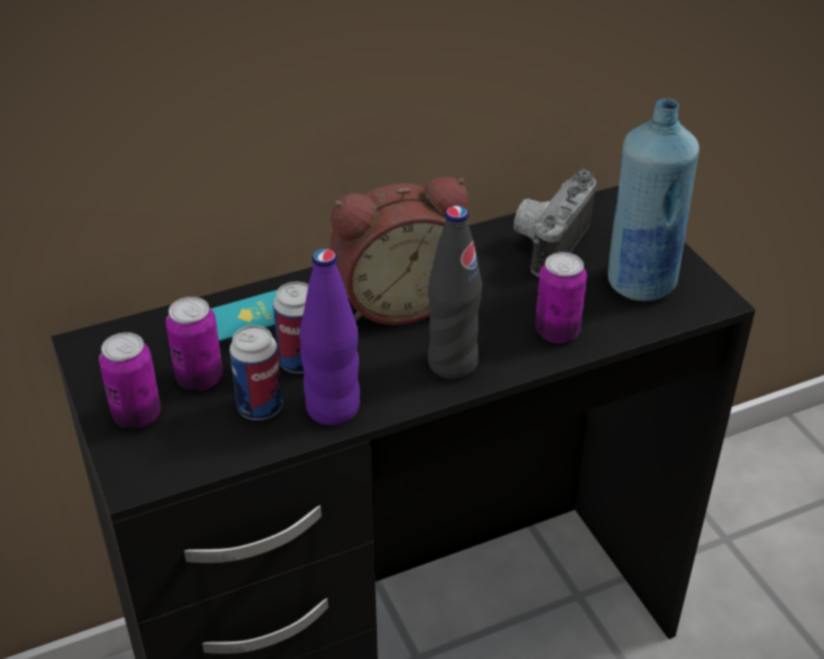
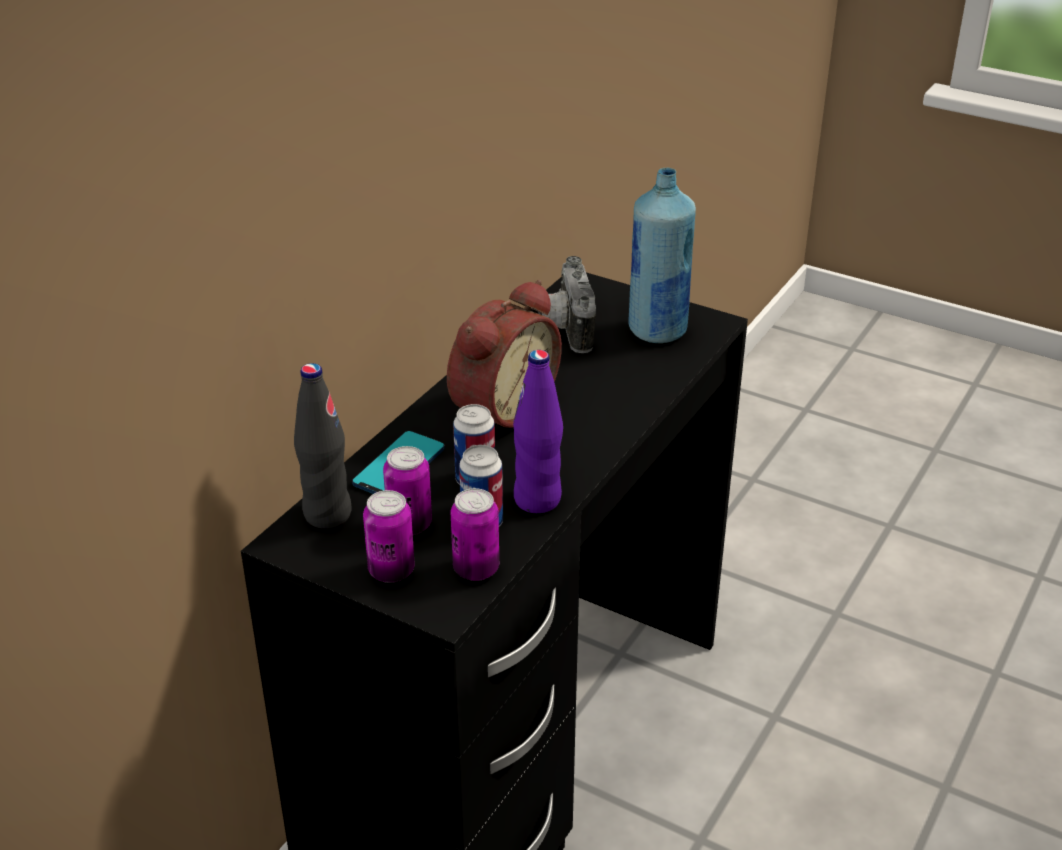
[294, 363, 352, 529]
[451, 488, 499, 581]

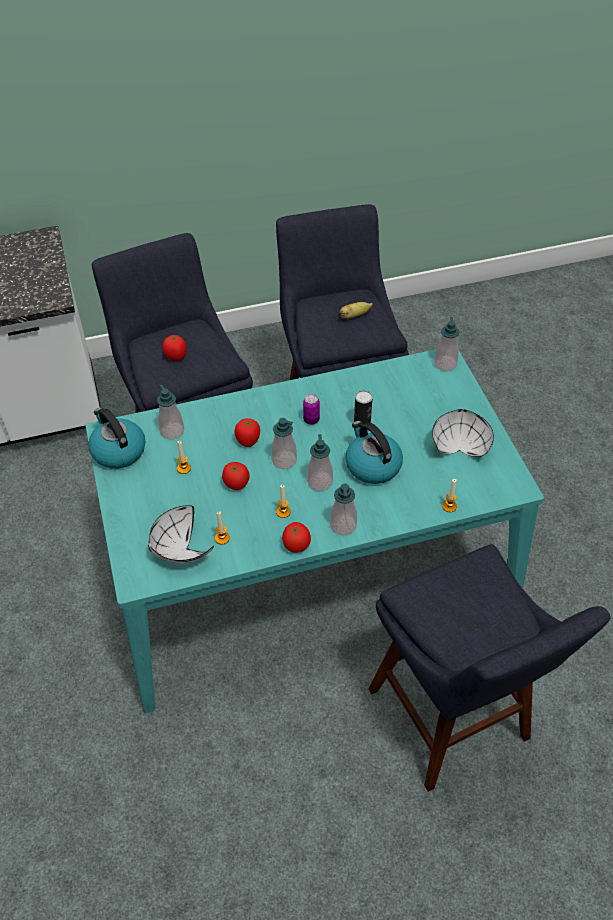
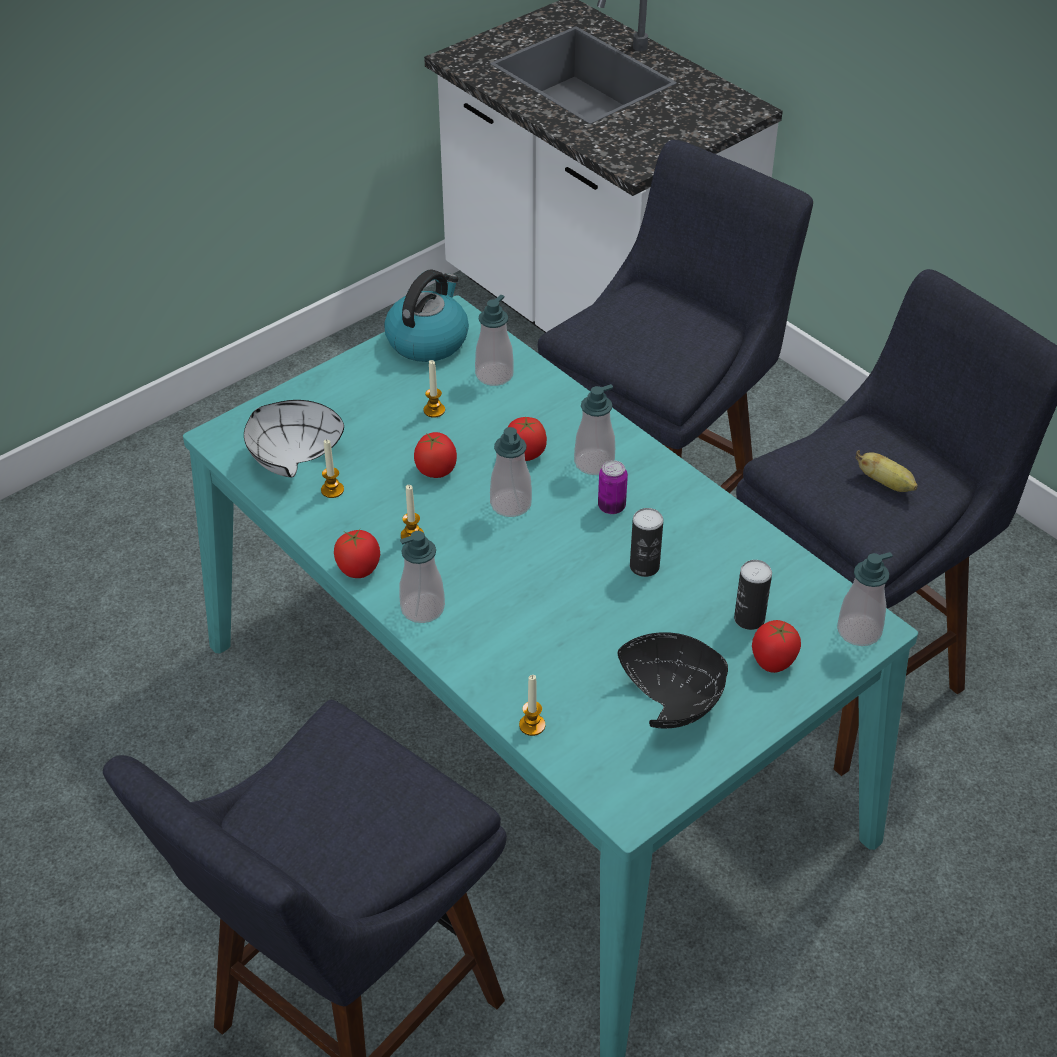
[752, 620, 801, 673]
[618, 632, 728, 728]
[346, 421, 403, 484] (first image)
[574, 384, 615, 475]
[734, 560, 772, 630]

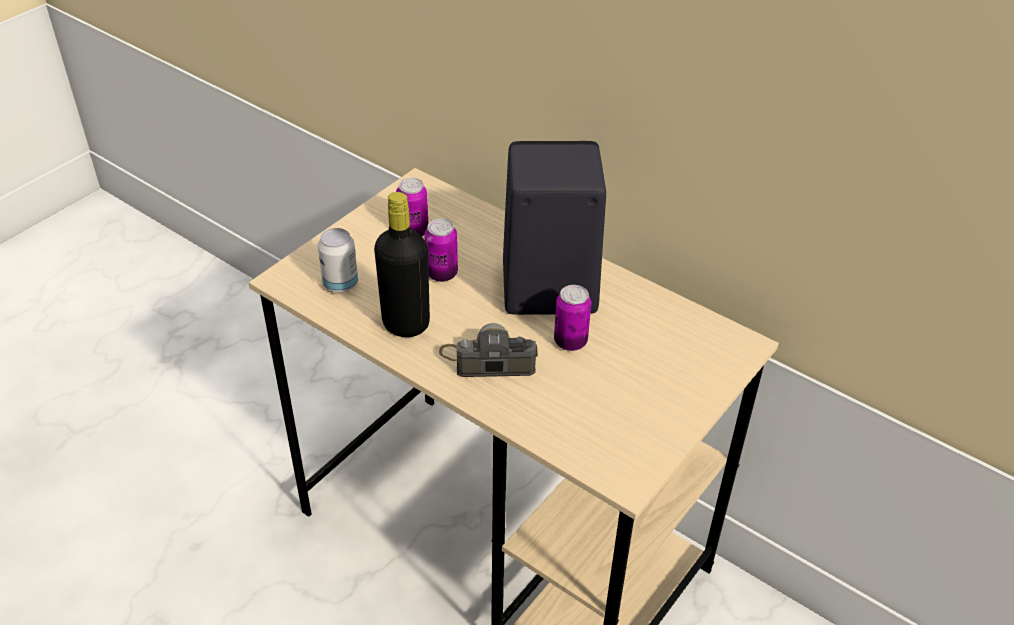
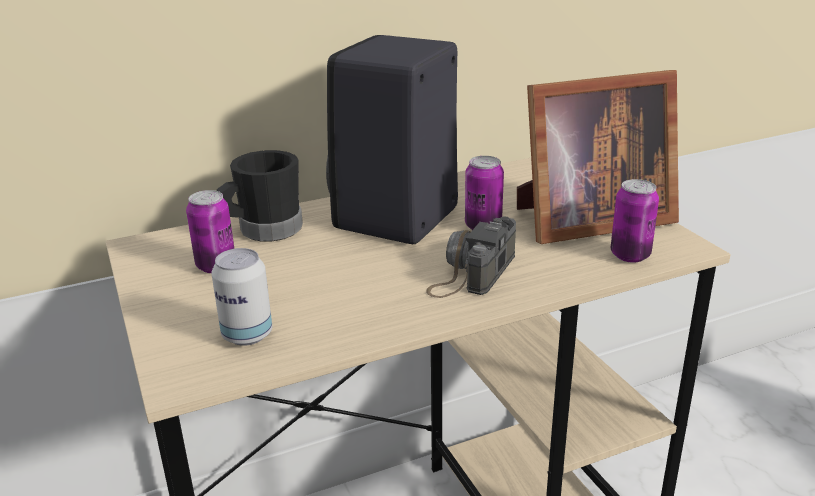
[374, 192, 430, 337] (first image)
[610, 179, 659, 263]
[517, 70, 679, 244]
[217, 150, 303, 242]

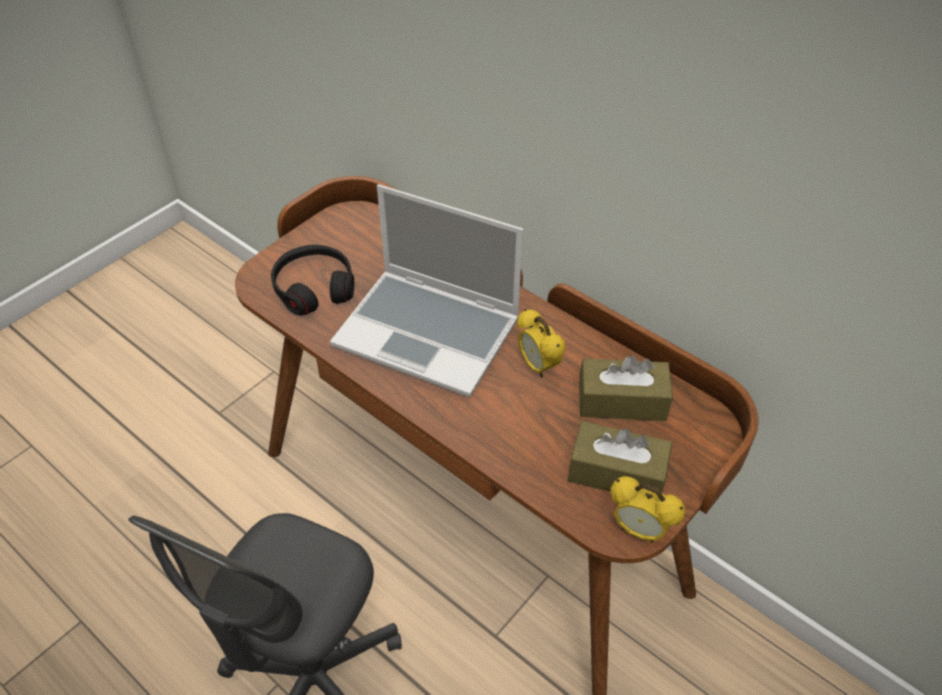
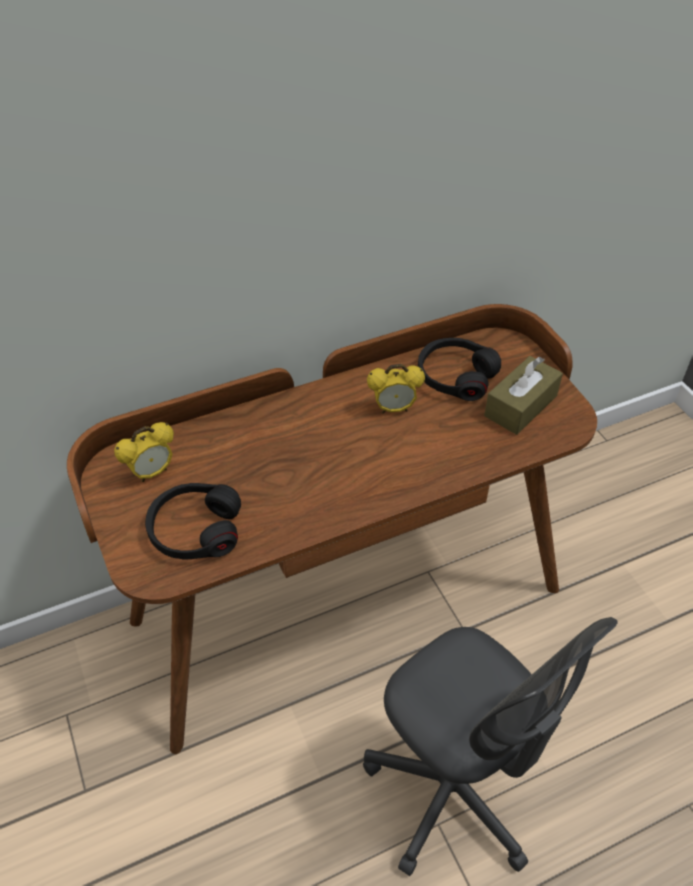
[330, 184, 523, 398] (first image)
[418, 338, 501, 401]
[114, 422, 174, 482]

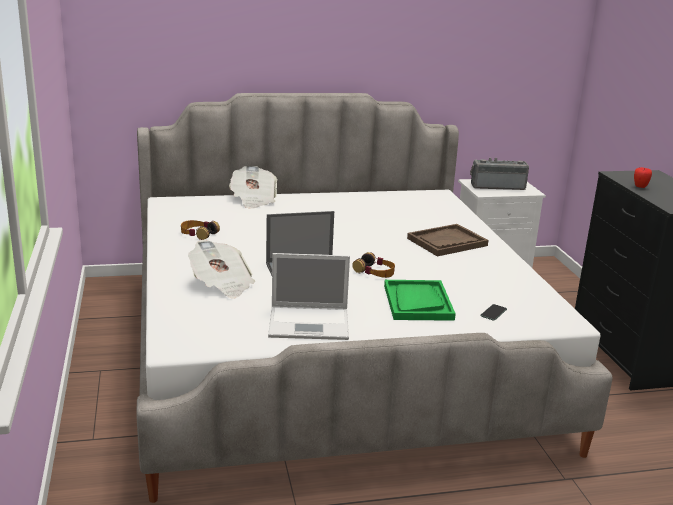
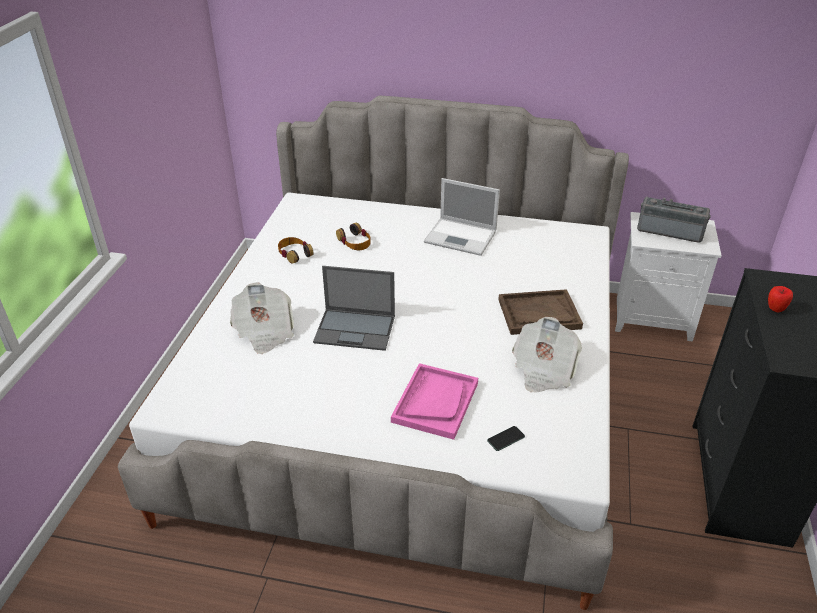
[512, 317, 582, 392]
[336, 223, 371, 250]
[424, 178, 500, 256]
[391, 363, 478, 440]

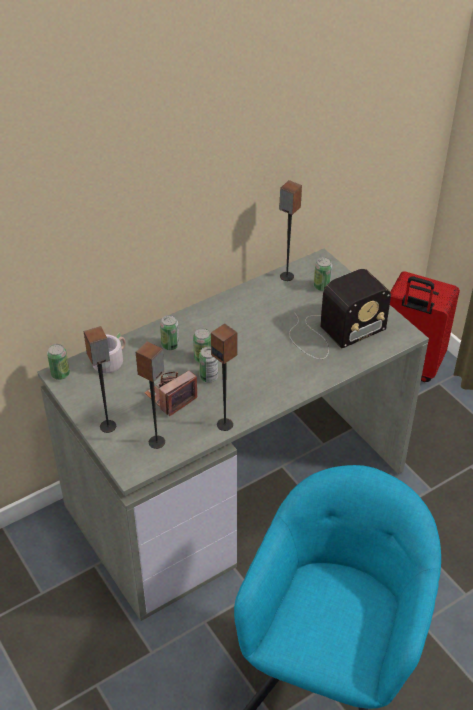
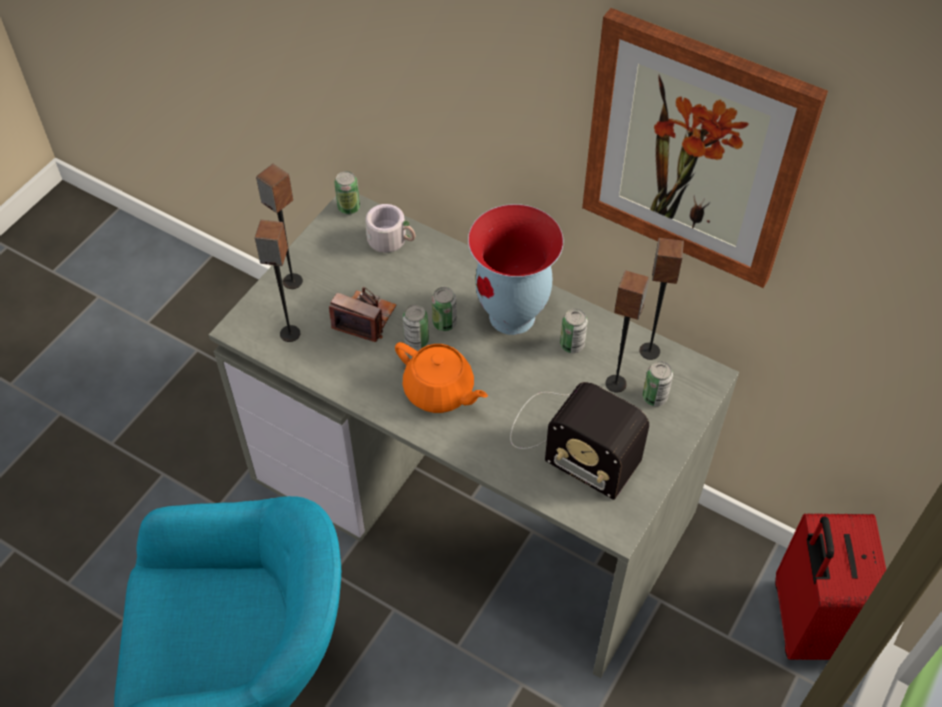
[560, 309, 588, 353]
[606, 270, 649, 393]
[582, 8, 828, 288]
[468, 204, 564, 335]
[395, 342, 488, 413]

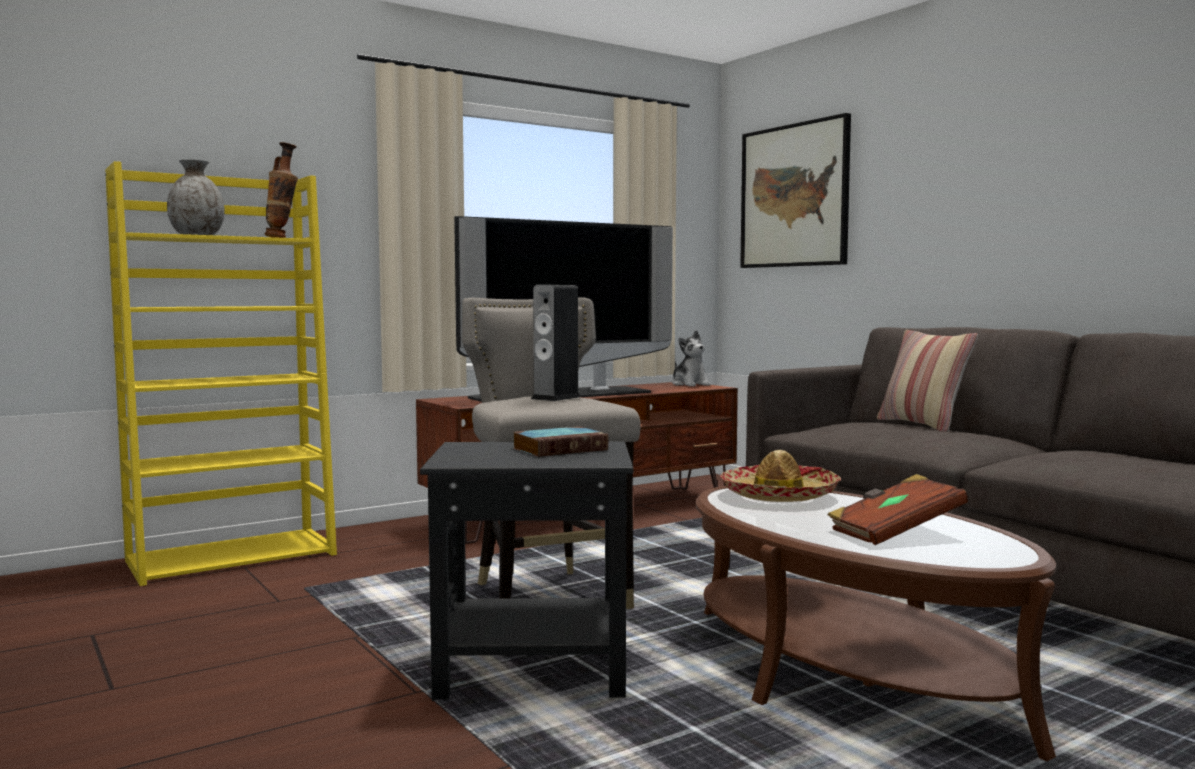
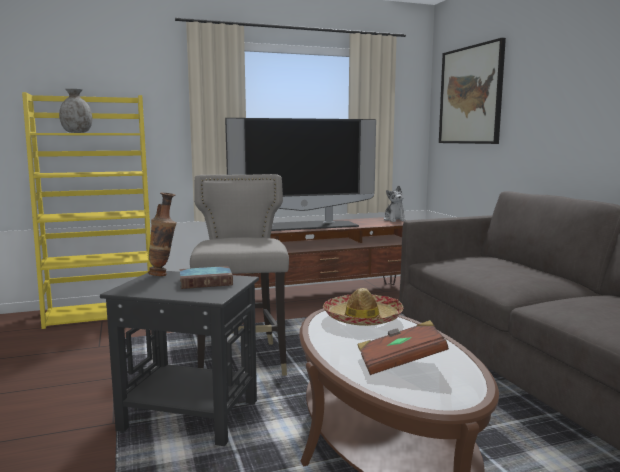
[148, 193, 177, 276]
[531, 285, 581, 401] (first image)
[877, 330, 978, 432] (first image)

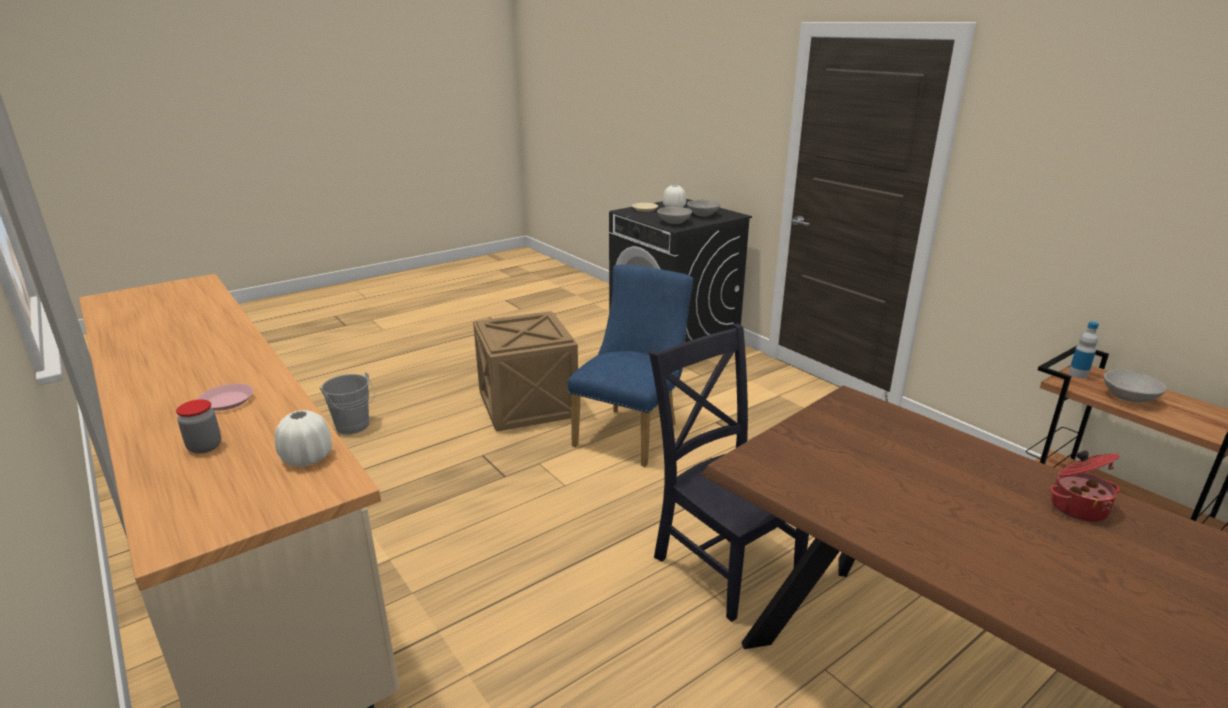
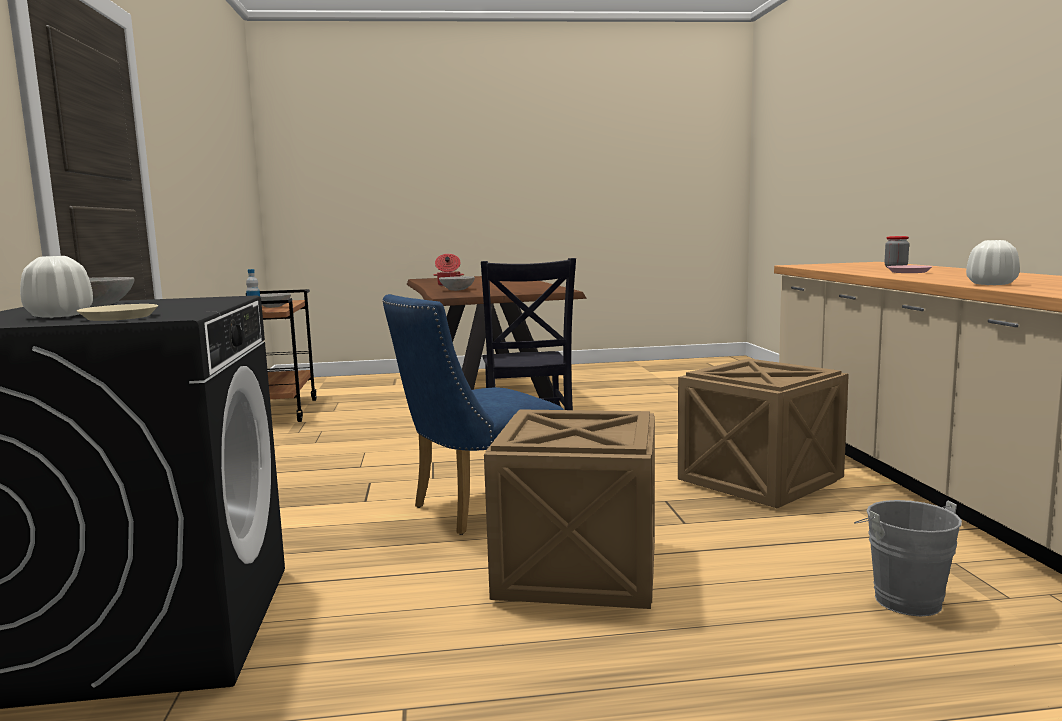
[439, 276, 475, 291]
[966, 240, 1020, 285]
[678, 358, 849, 508]

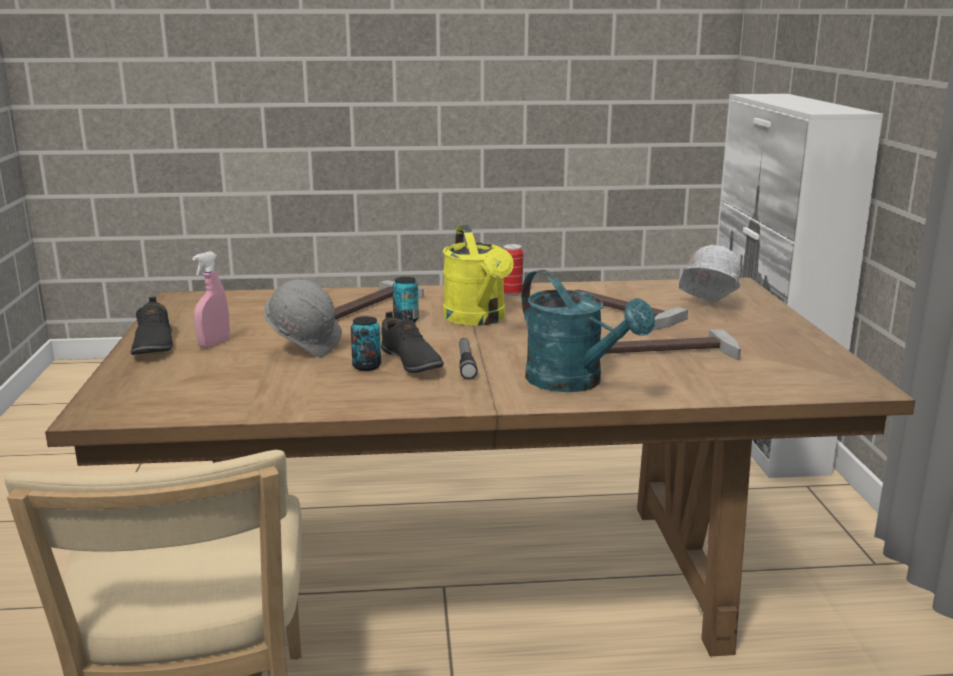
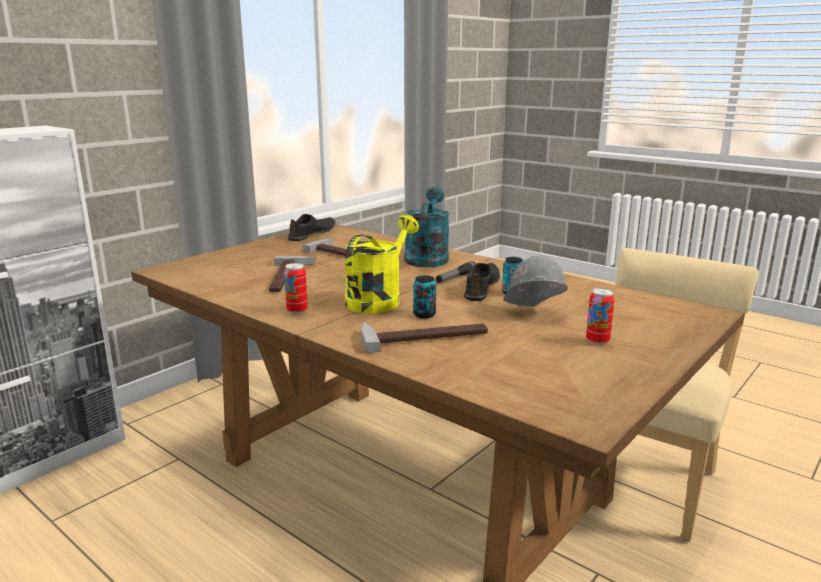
[679, 245, 741, 302] (first image)
[586, 288, 615, 345]
[288, 214, 335, 241]

